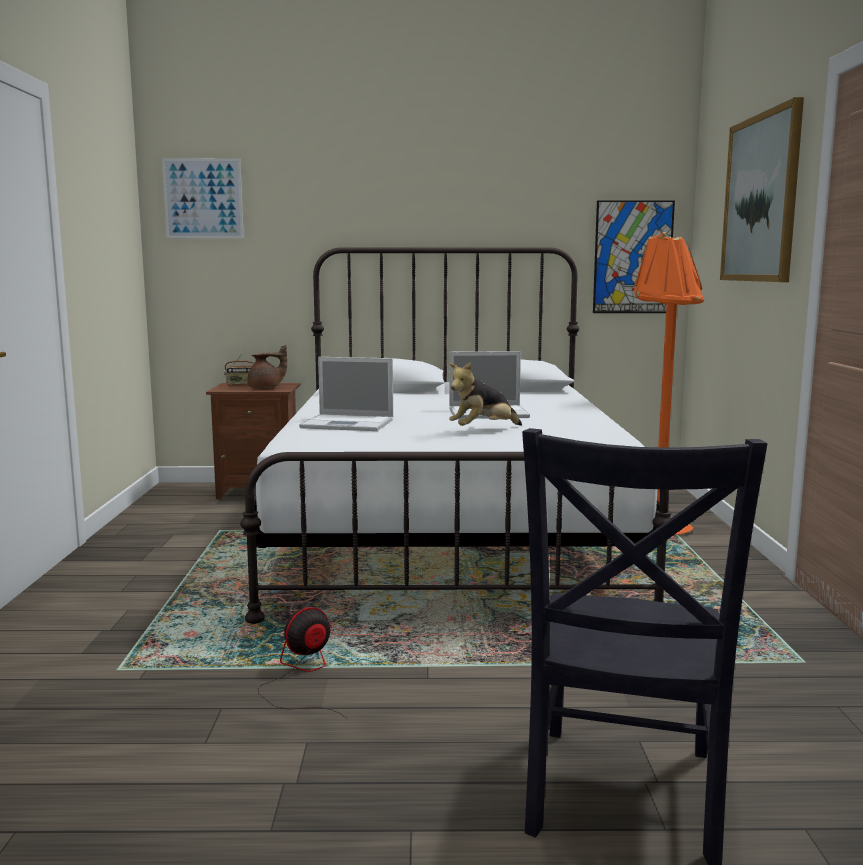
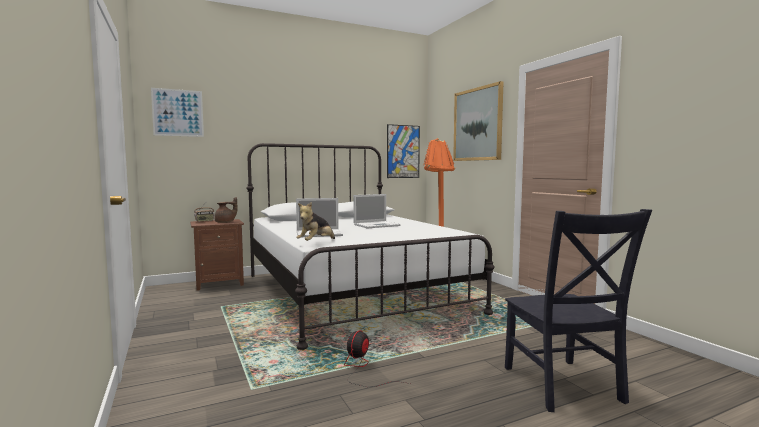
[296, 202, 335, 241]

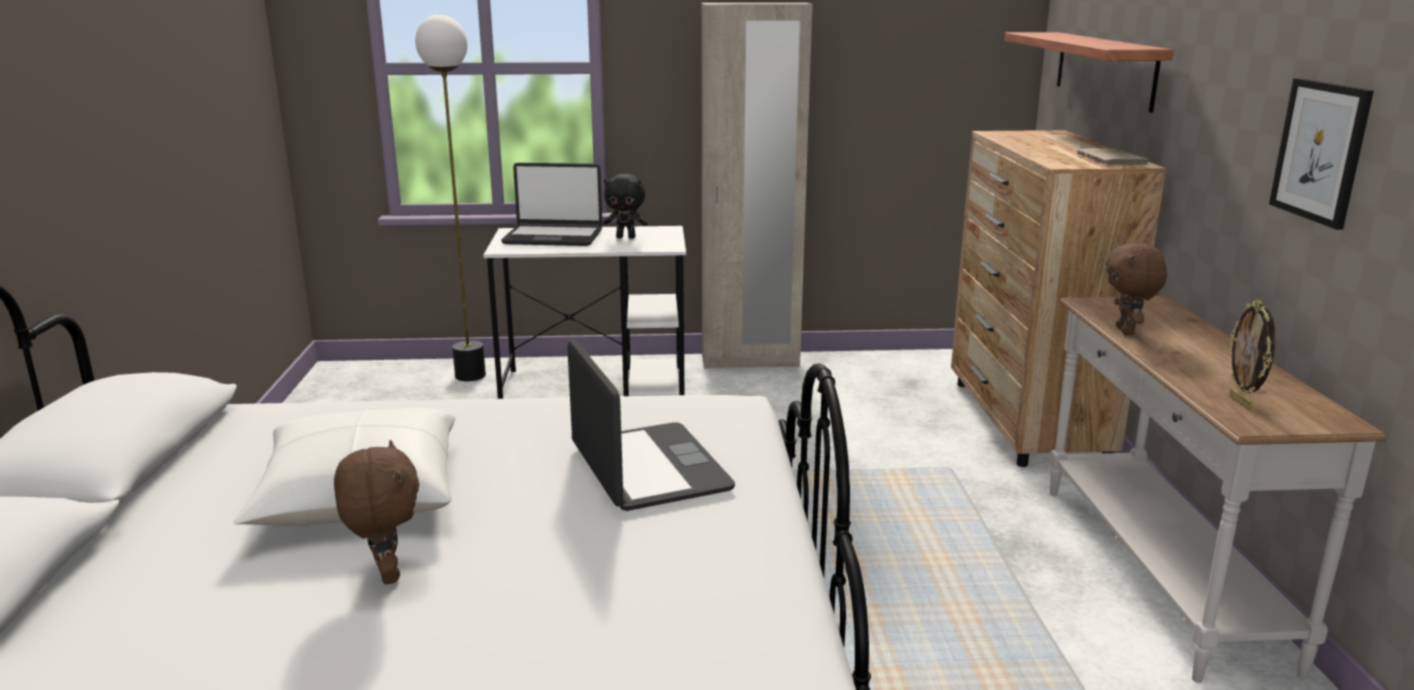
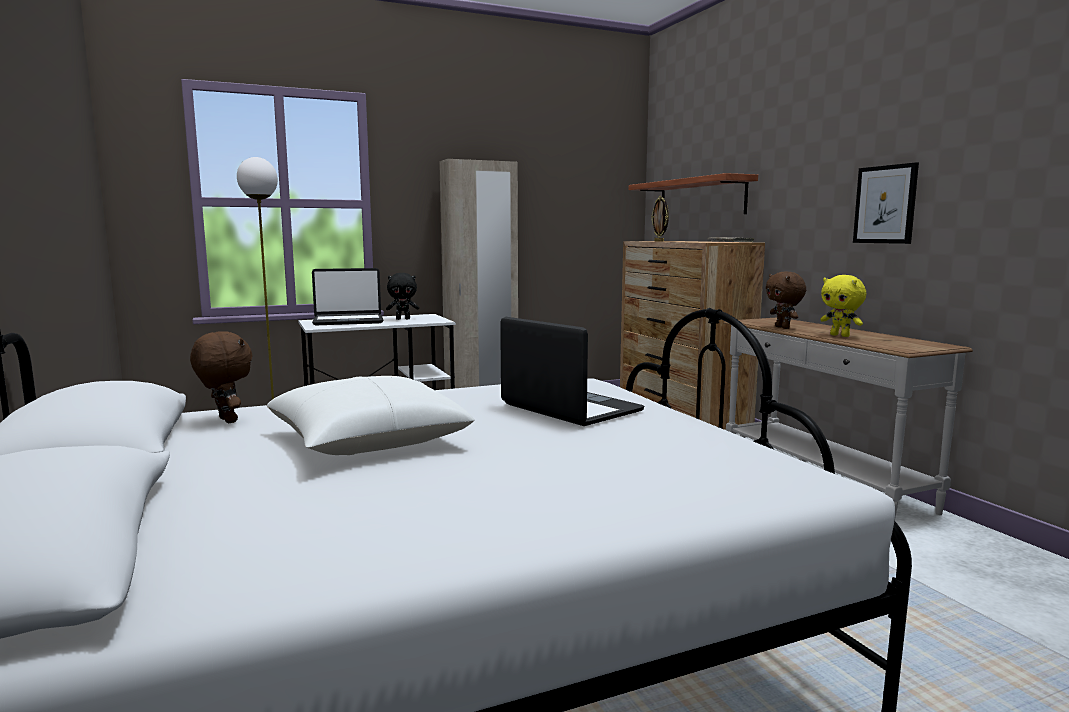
[651, 196, 669, 242]
[190, 331, 253, 423]
[821, 275, 866, 337]

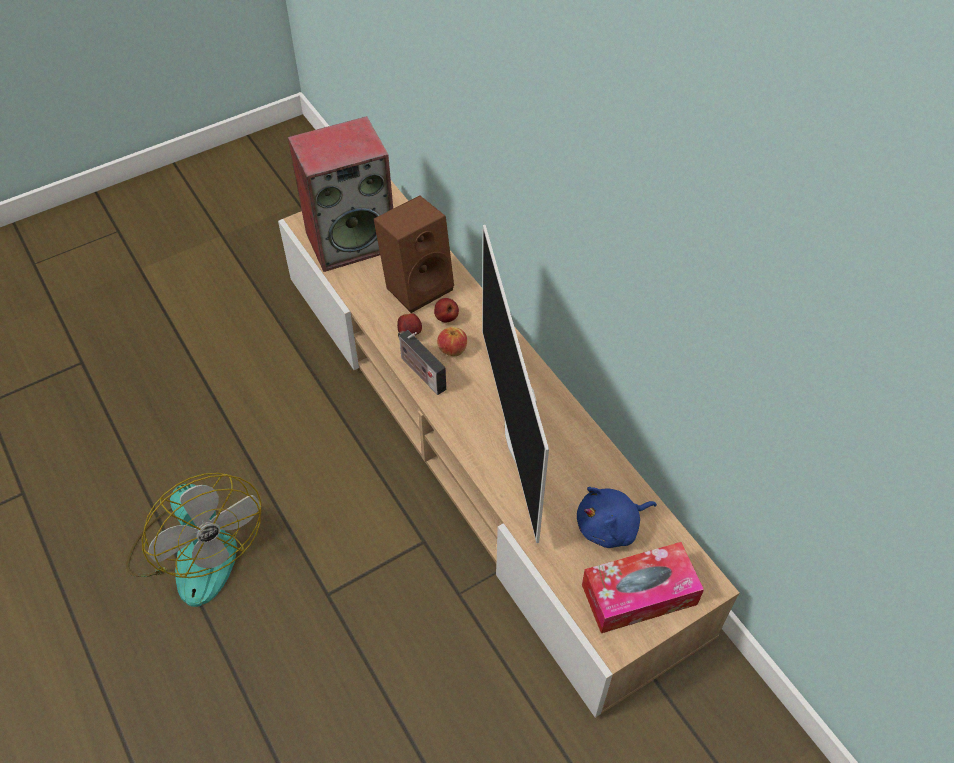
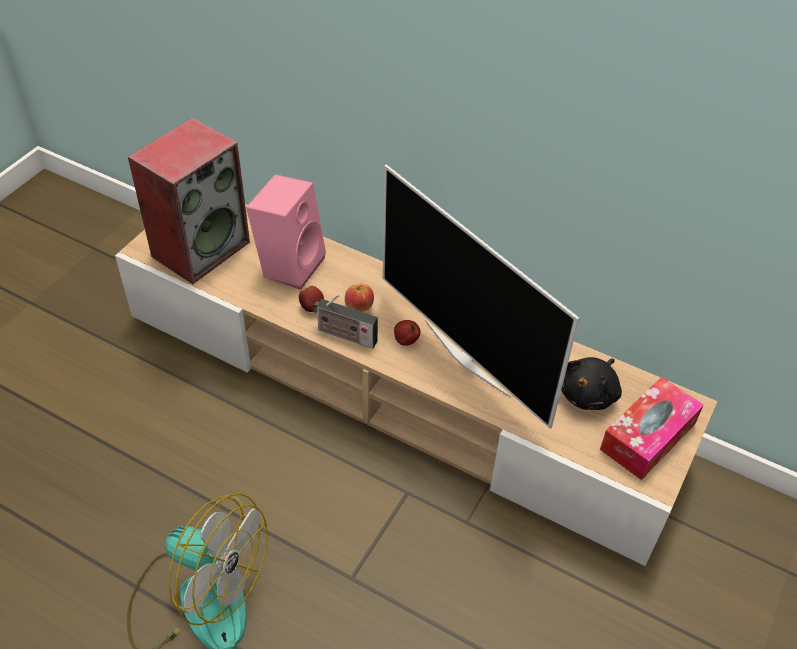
[246, 175, 326, 290]
[394, 320, 420, 346]
[561, 357, 622, 410]

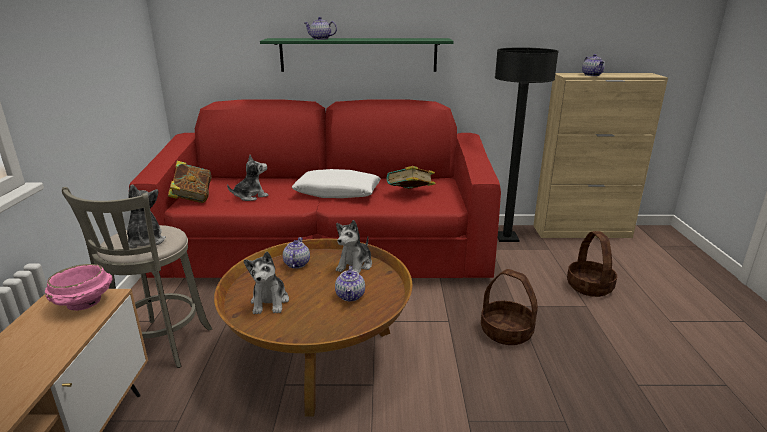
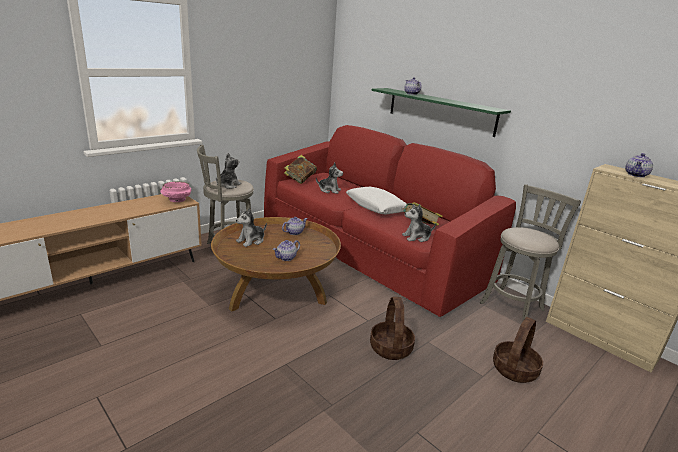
[480, 184, 581, 322]
[402, 204, 436, 242]

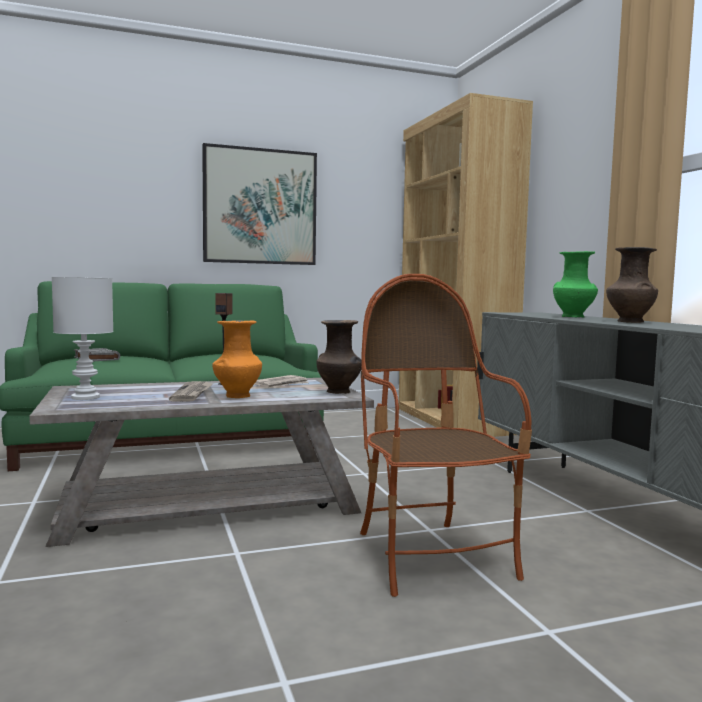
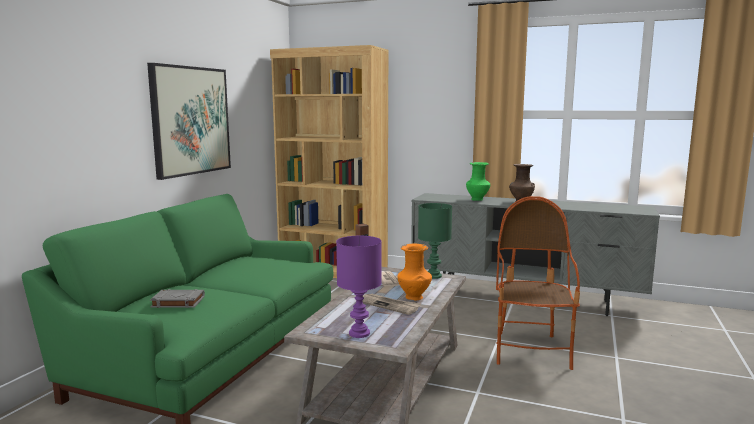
[496, 196, 580, 370]
[336, 236, 382, 338]
[418, 203, 452, 279]

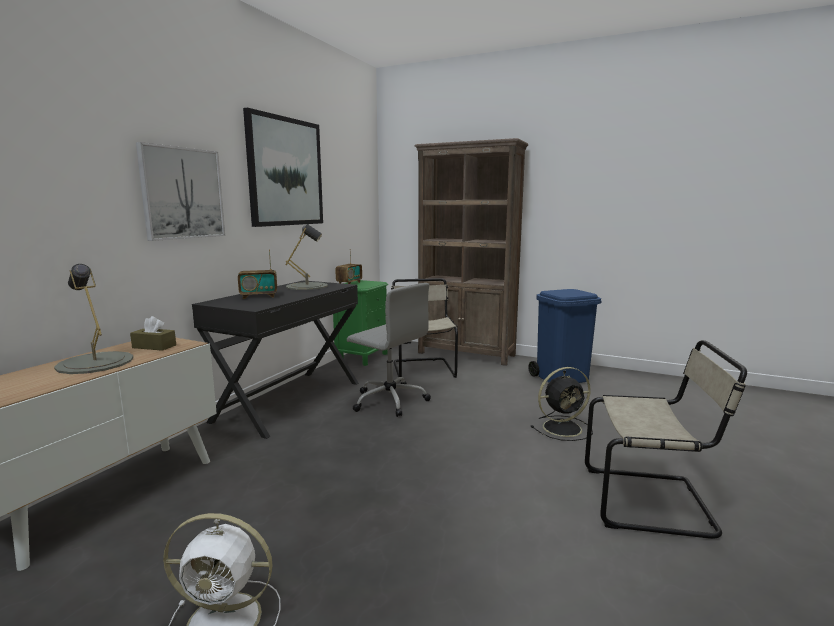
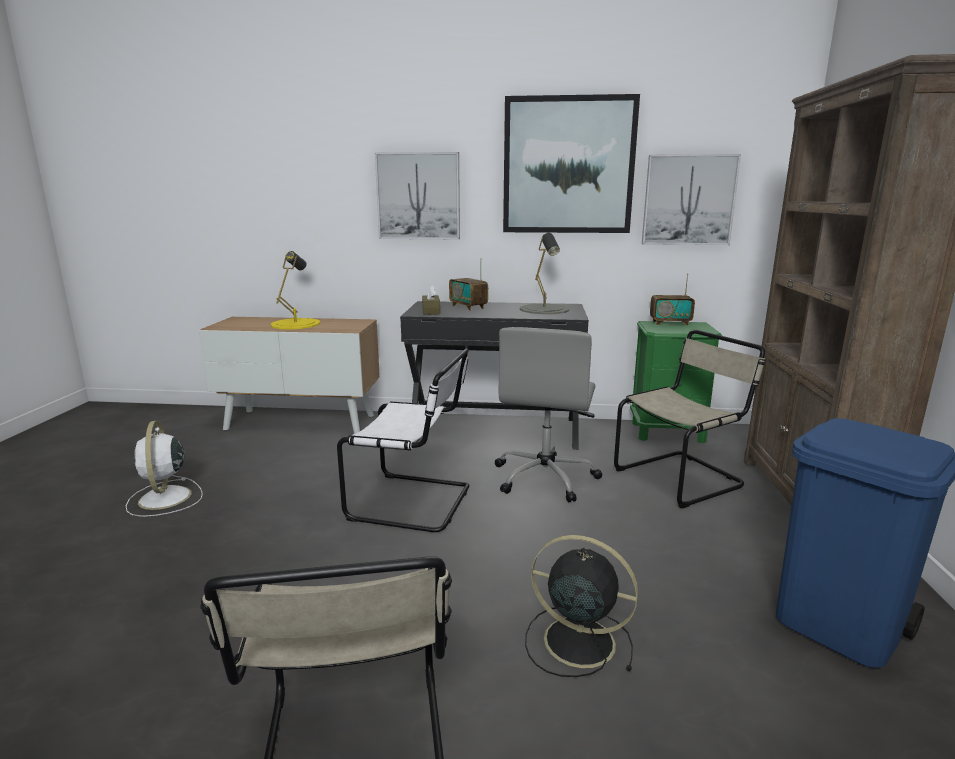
[271, 251, 321, 330]
[422, 285, 440, 315]
[525, 535, 639, 677]
[642, 154, 741, 245]
[337, 348, 469, 532]

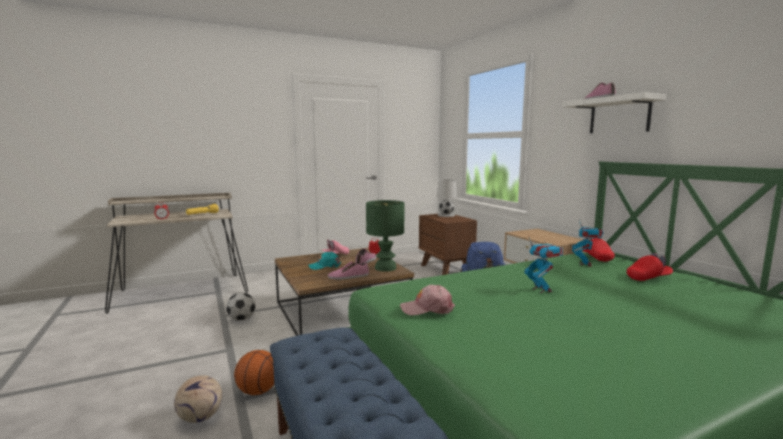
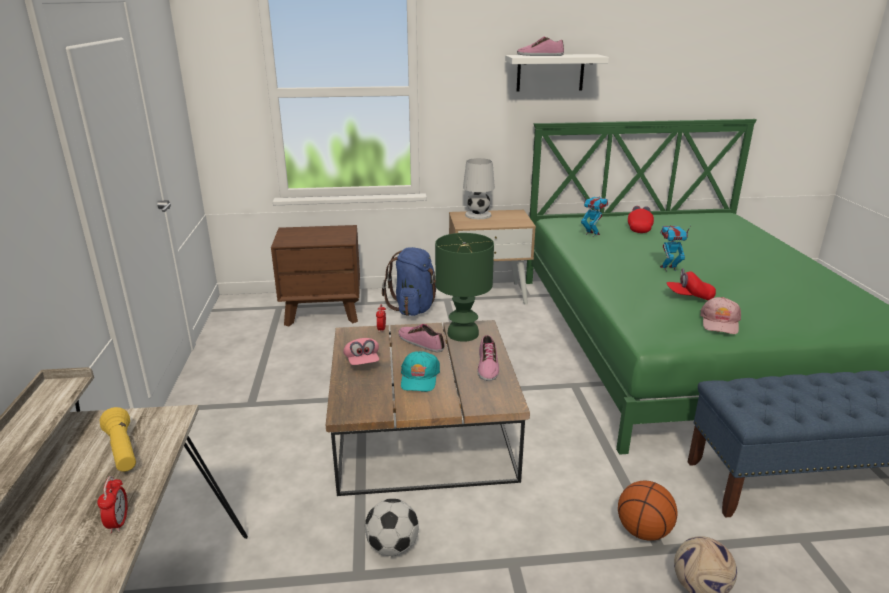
[463, 158, 495, 219]
[667, 268, 716, 300]

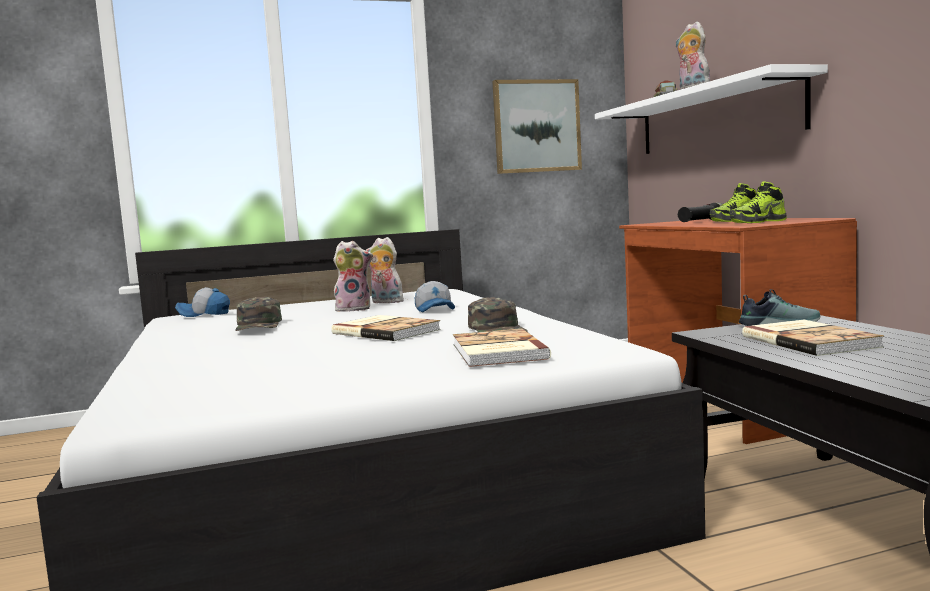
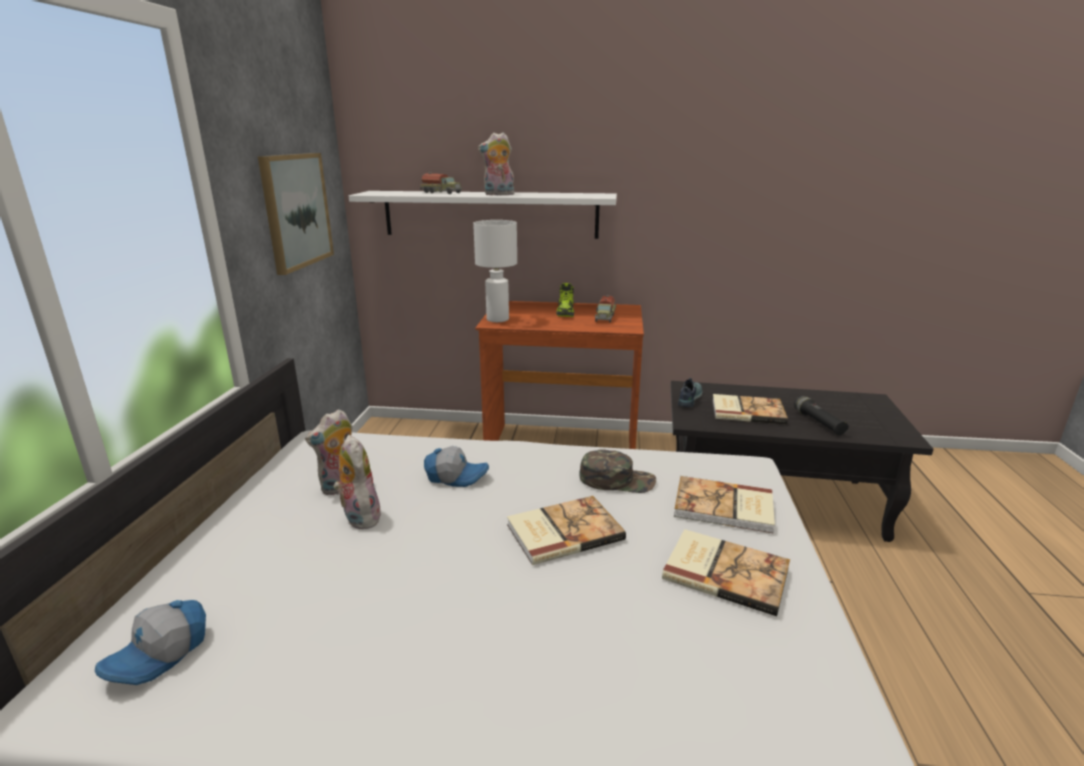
[595, 295, 616, 323]
[794, 396, 849, 435]
[333, 435, 381, 529]
[236, 297, 282, 331] (first image)
[473, 220, 517, 322]
[662, 529, 790, 616]

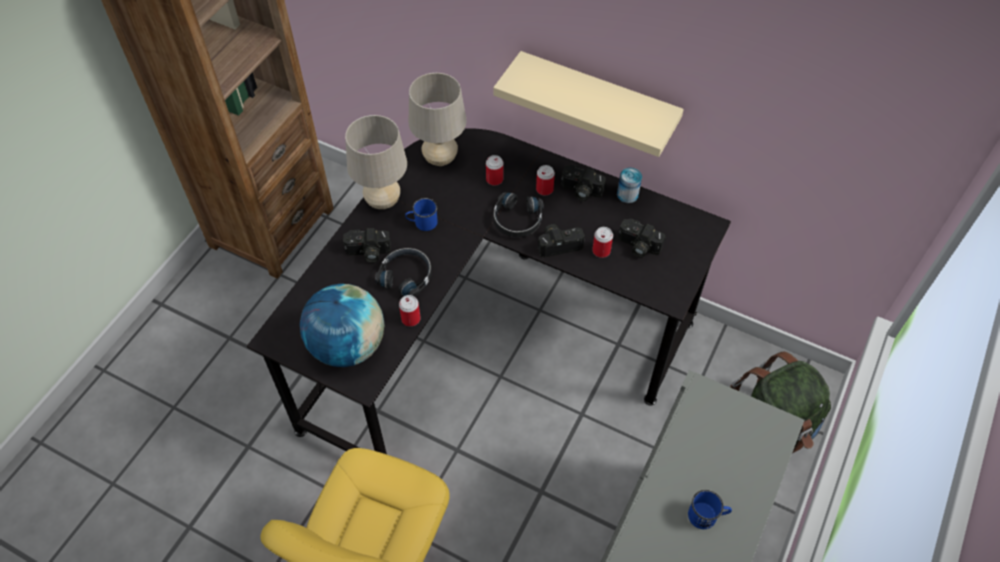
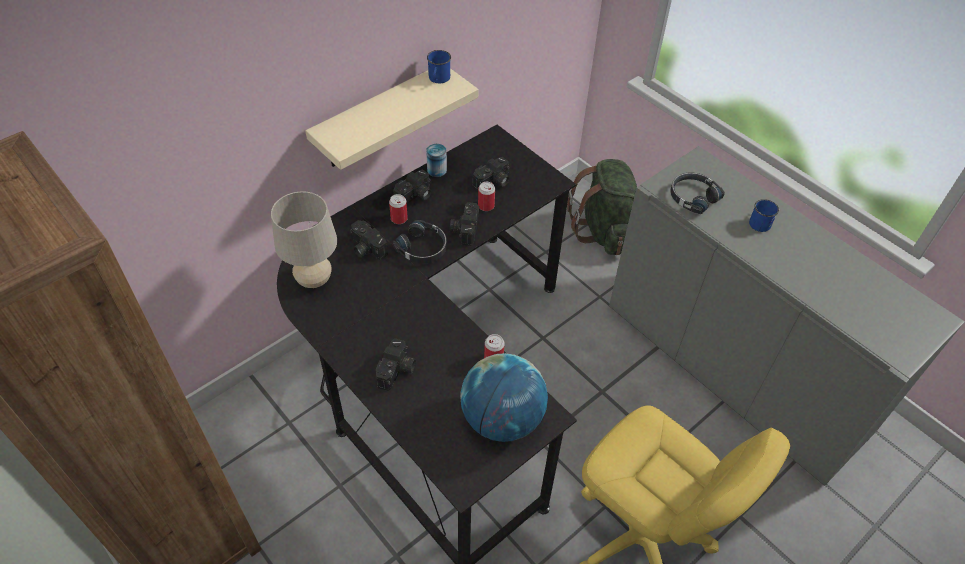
[345, 115, 407, 209] (first image)
[350, 220, 388, 260]
[427, 50, 451, 83]
[671, 173, 725, 214]

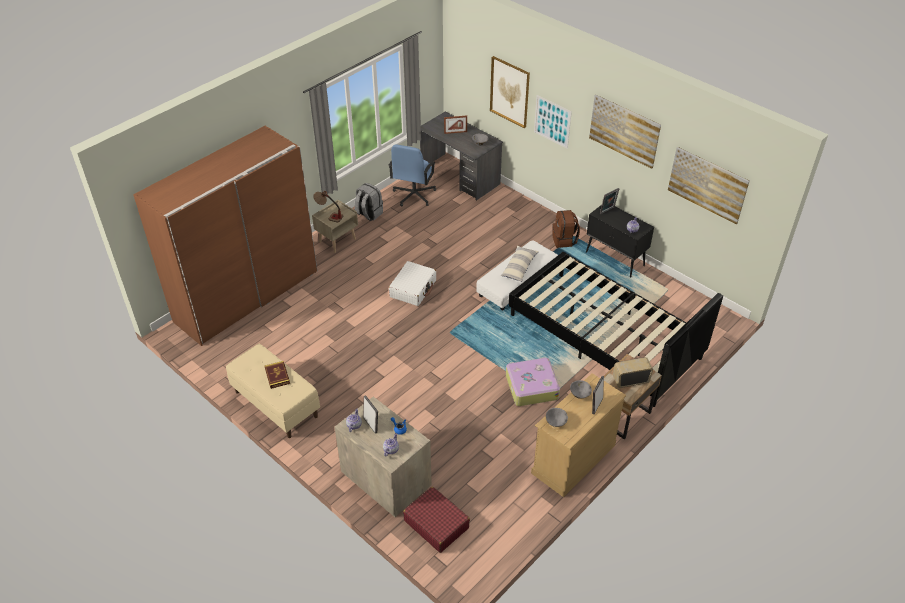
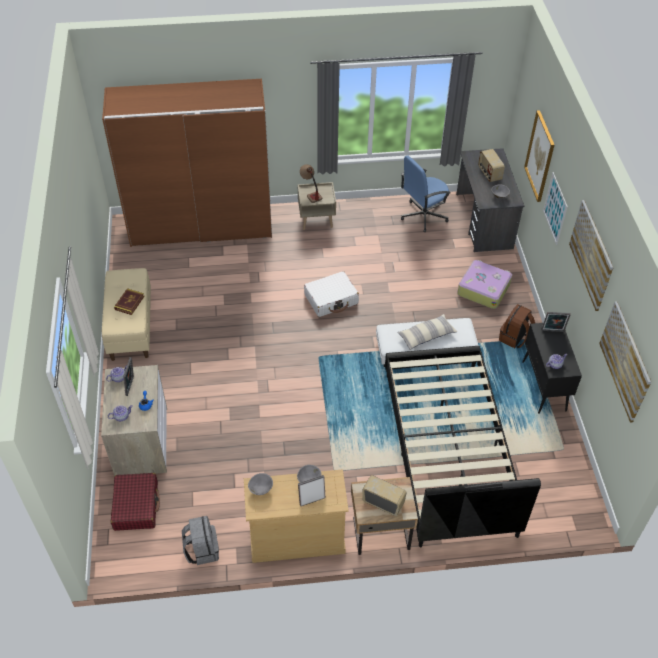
[478, 149, 505, 182]
[182, 516, 219, 565]
[457, 260, 512, 309]

